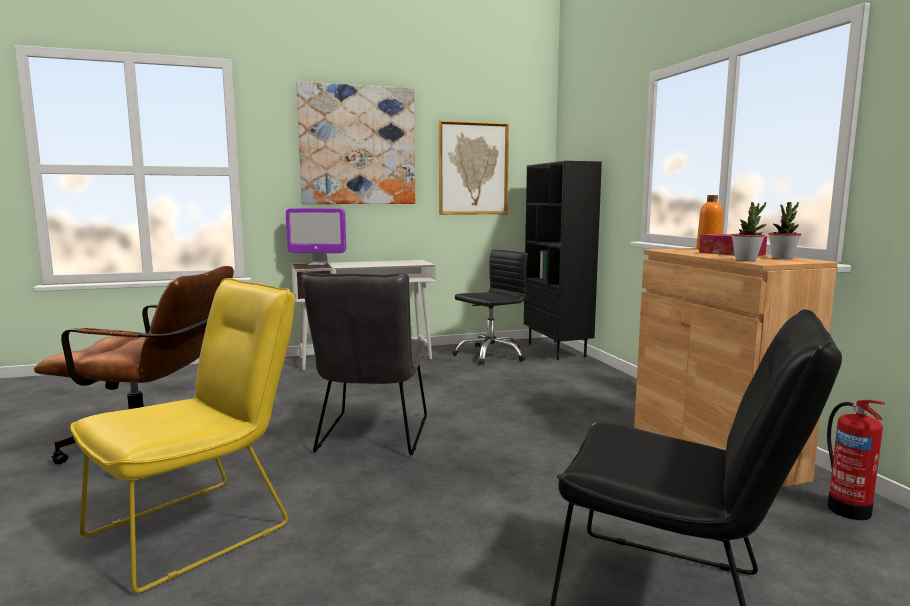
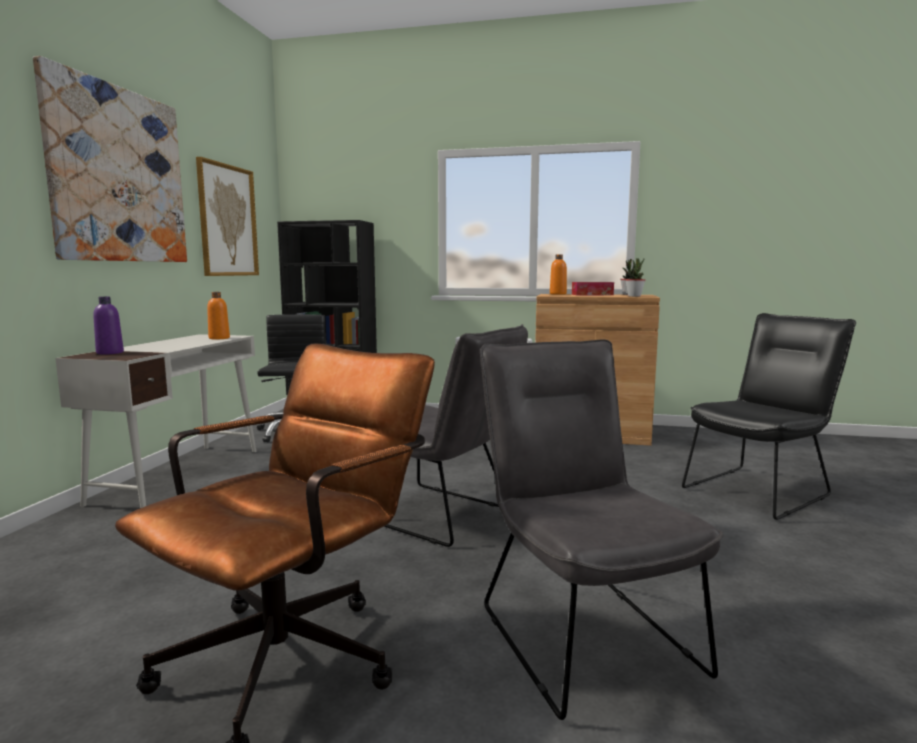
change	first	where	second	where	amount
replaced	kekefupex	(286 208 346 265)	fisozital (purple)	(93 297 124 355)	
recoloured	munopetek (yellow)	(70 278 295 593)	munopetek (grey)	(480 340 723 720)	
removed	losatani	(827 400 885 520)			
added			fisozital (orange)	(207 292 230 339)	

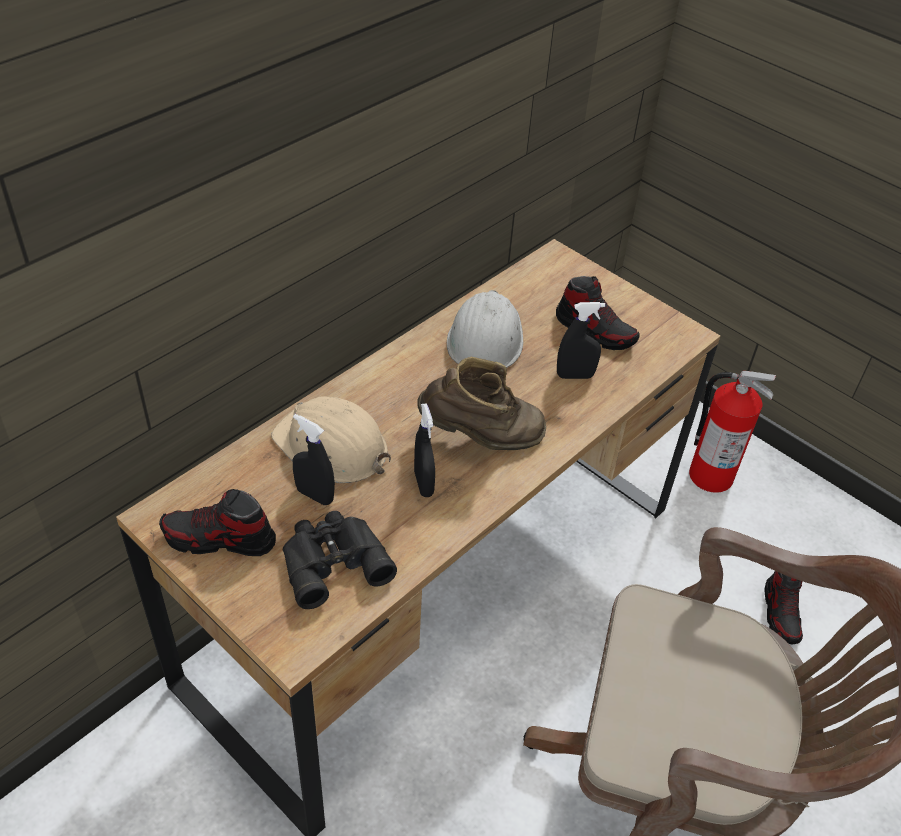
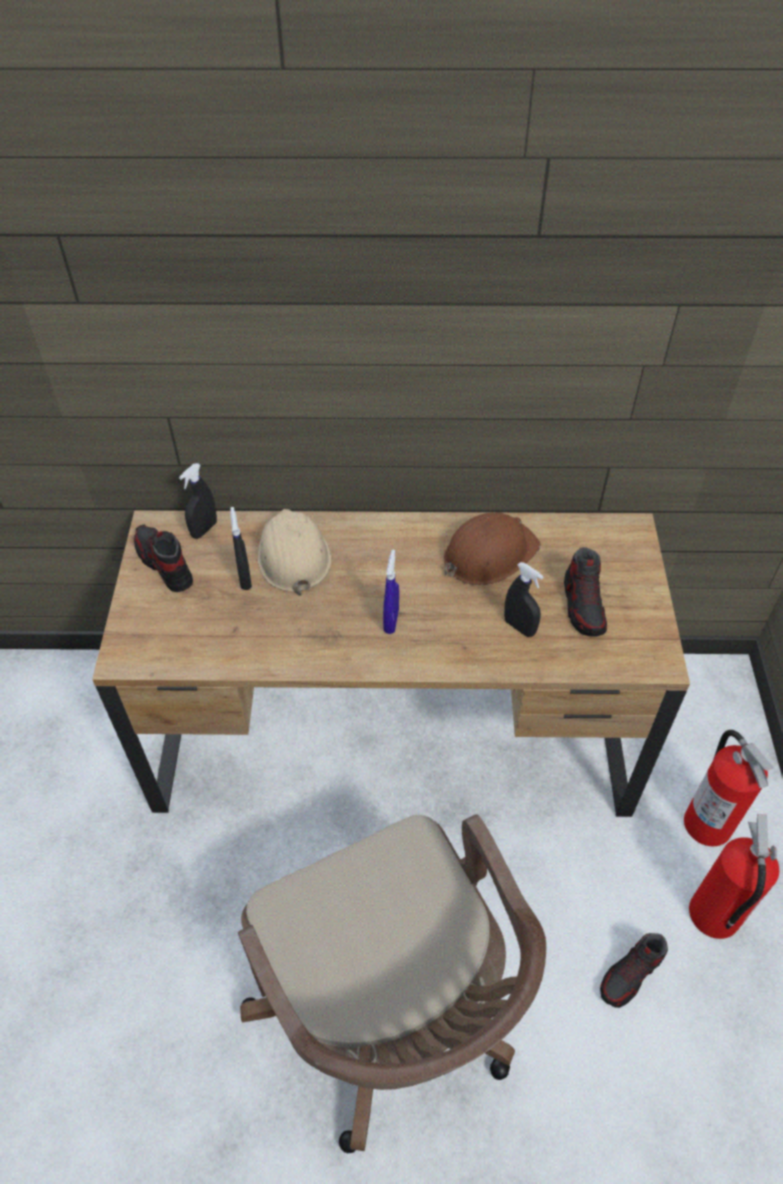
change	first	where	second	where	amount
recoloured	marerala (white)	(447 290 523 368)	marerala (brown)	(444 512 541 585)	
replaced	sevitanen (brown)	(418 357 546 450)	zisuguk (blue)	(383 550 399 634)	
moved	zisuguk (black)	(414 403 435 497)		(179 463 217 539)	
removed	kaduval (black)	(283 511 397 609)			
added			losatani	(689 814 779 939)	

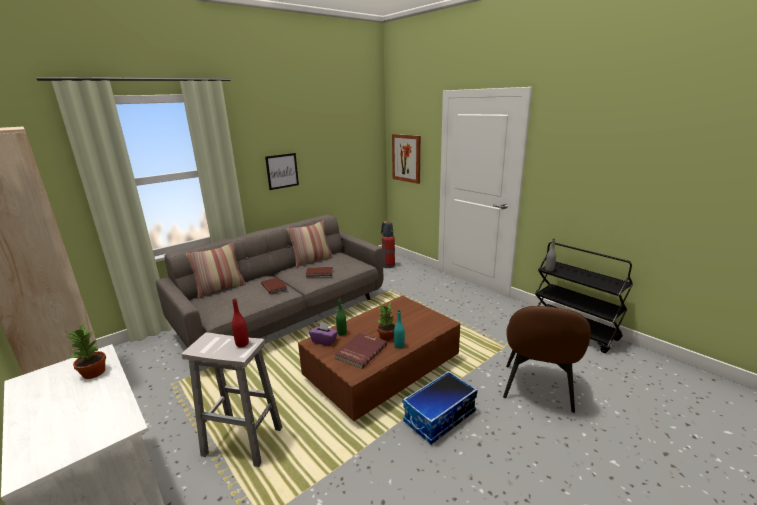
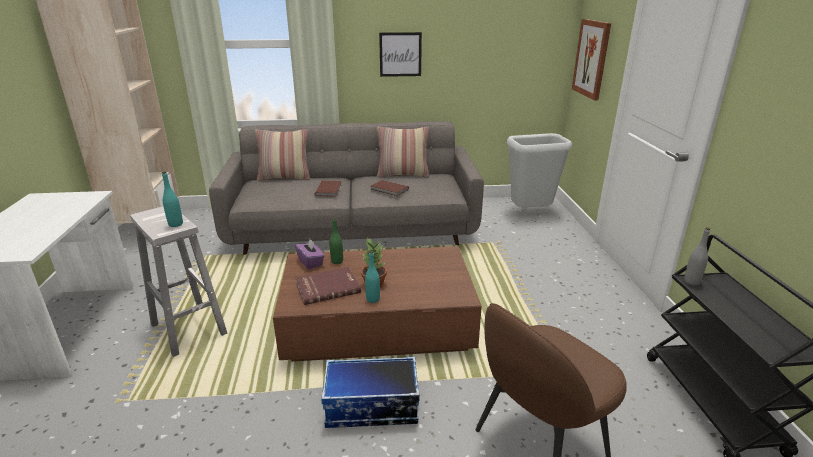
change	first	where	second	where	amount
replaced	losatani	(381 221 395 268)	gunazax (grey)	(507 133 572 208)	
recoloured	fisozital (red)	(232 298 249 347)	fisozital (turquoise)	(162 171 183 227)	
removed	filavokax	(65 323 106 379)			

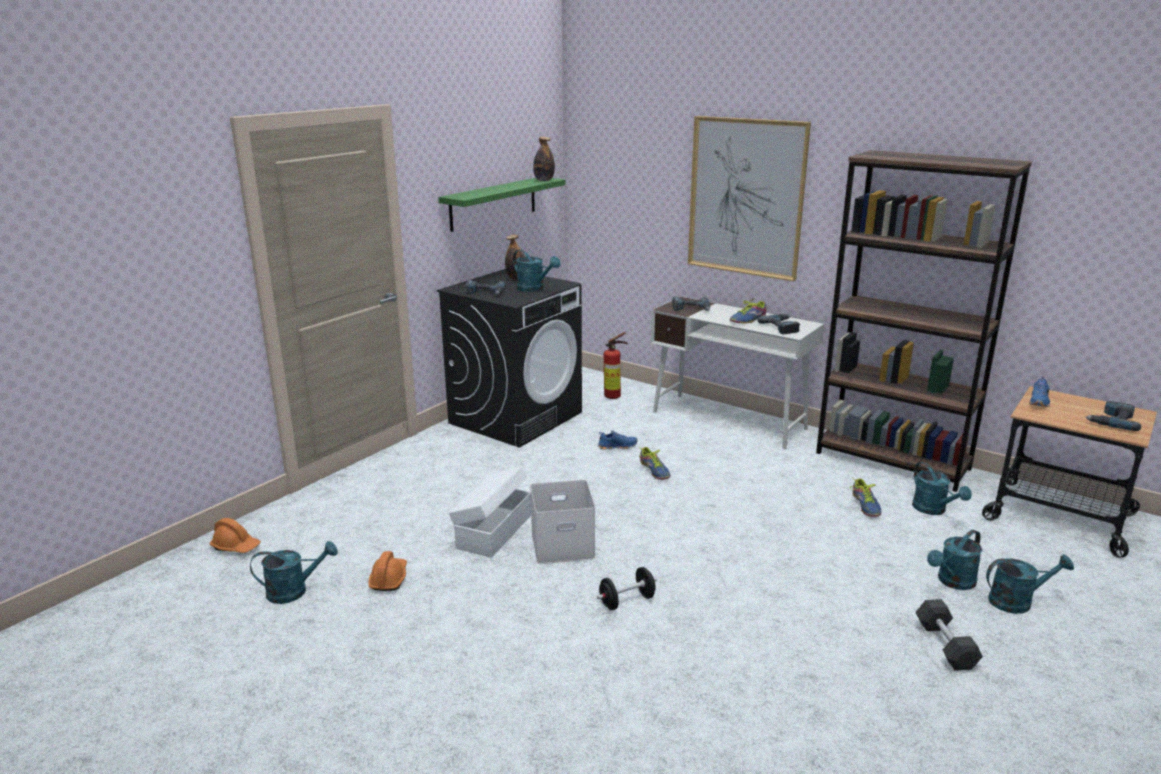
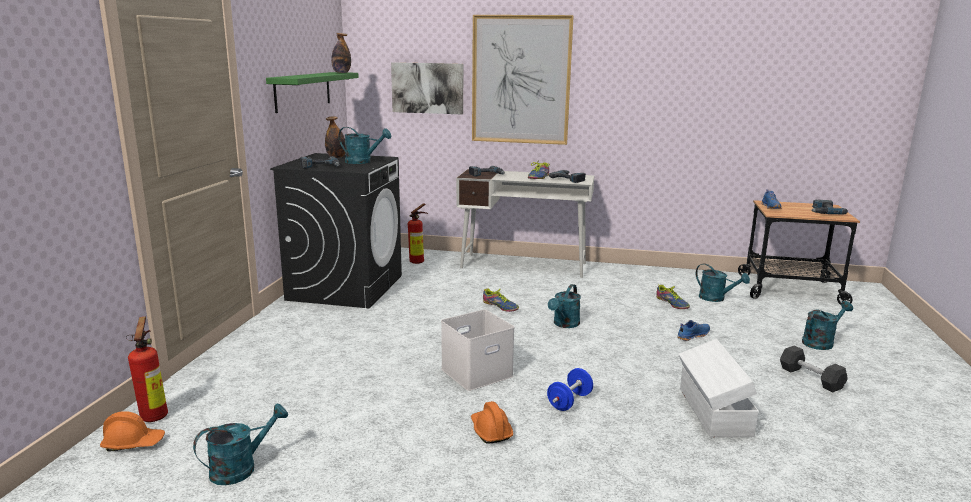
change	first	where	second	where	amount
removed	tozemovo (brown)	(816 150 1032 492)			
moved	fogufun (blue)	(598 430 638 450)		(677 320 710 341)	
moved	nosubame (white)	(449 466 531 557)		(679 339 759 437)	
moved	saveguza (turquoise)	(927 530 982 590)		(548 284 581 328)	
moved	marerala (orange)	(368 551 407 591)		(471 401 513 444)	
recoloured	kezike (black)	(597 567 657 610)	kezike (blue)	(547 368 593 411)	
added			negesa	(391 62 463 114)	
added			losatani	(126 317 168 422)	

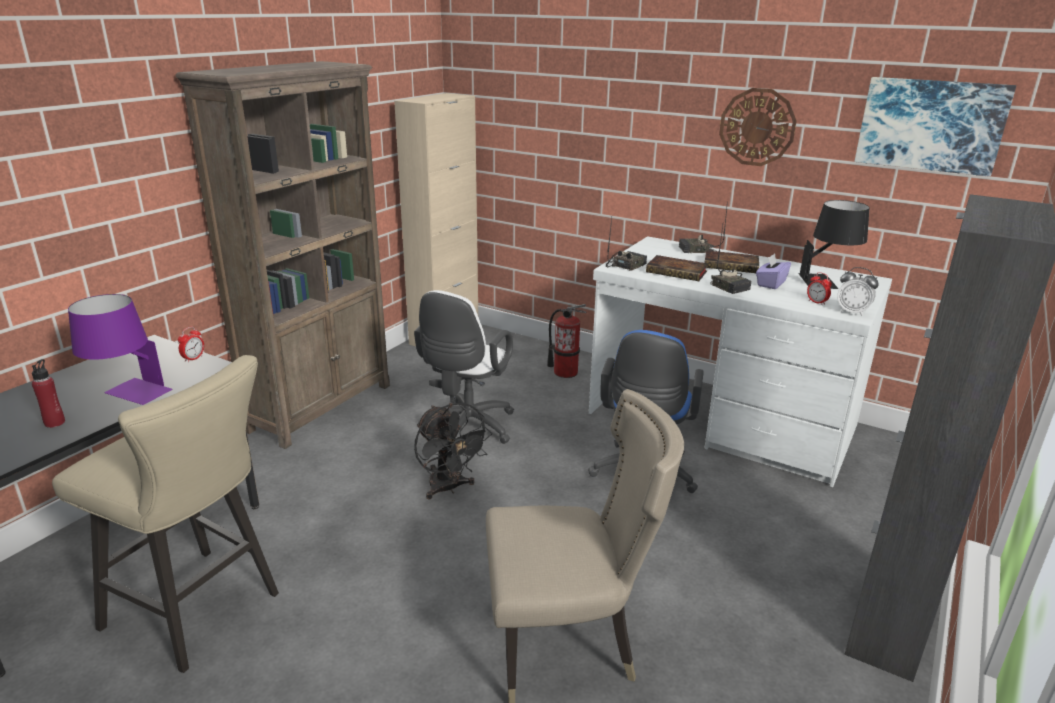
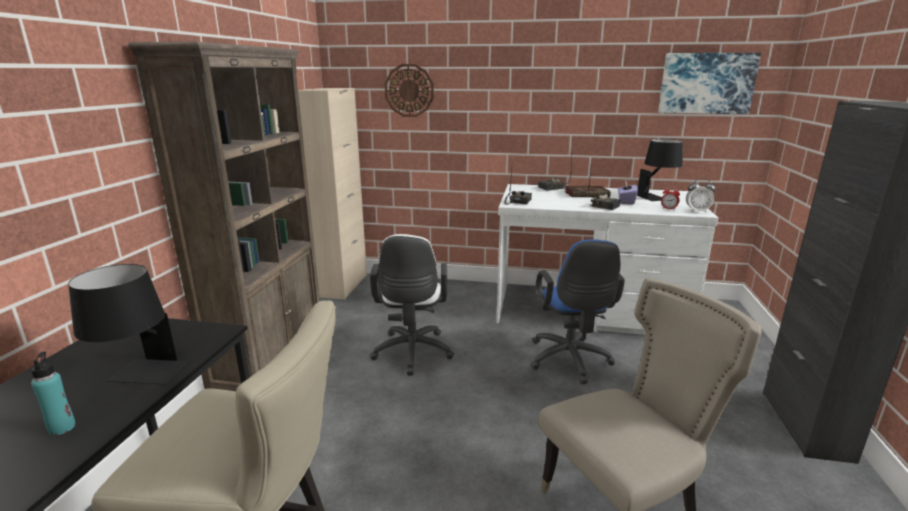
change	first	where	second	where	amount
moved	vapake	(719 88 797 166)		(385 64 434 117)	
removed	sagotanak	(646 255 708 281)			
recoloured	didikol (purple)	(68 294 173 405)	didikol (black)	(68 264 189 384)	
removed	losatani	(547 304 586 378)			
removed	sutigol	(178 327 204 363)			
recoloured	fisozital (red)	(32 359 65 428)	fisozital (turquoise)	(31 352 75 436)	
removed	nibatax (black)	(414 403 492 500)			

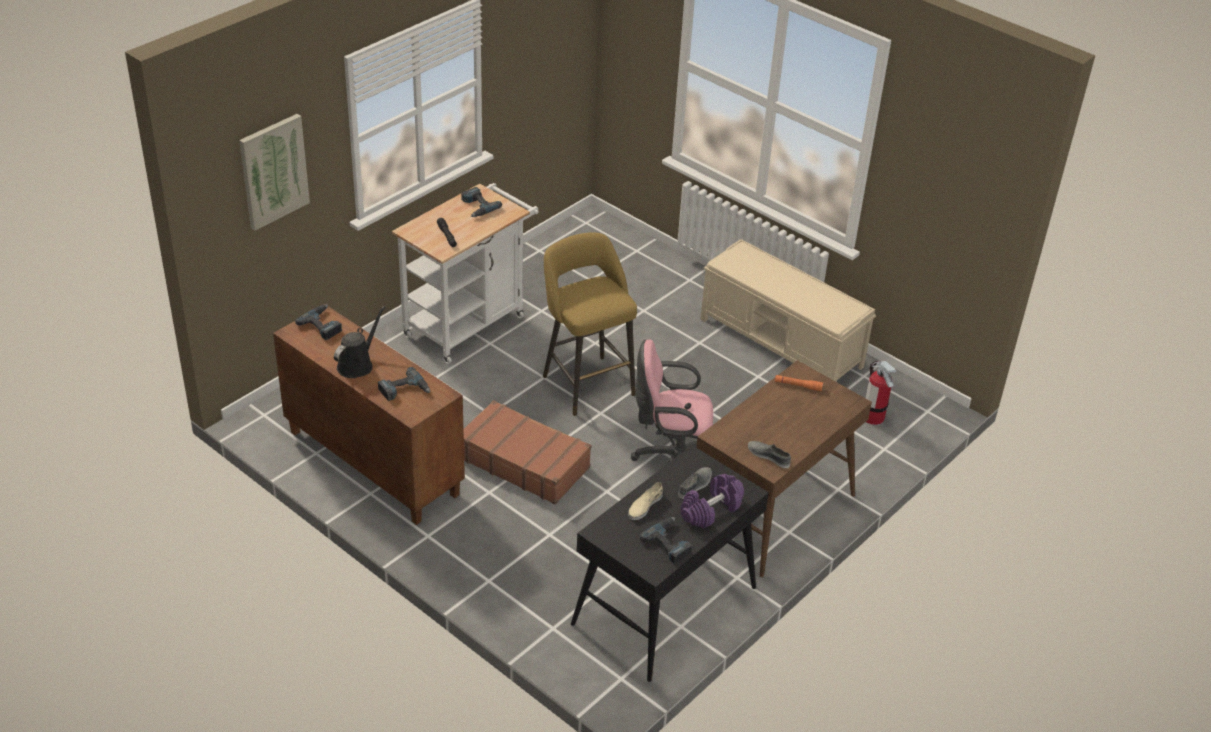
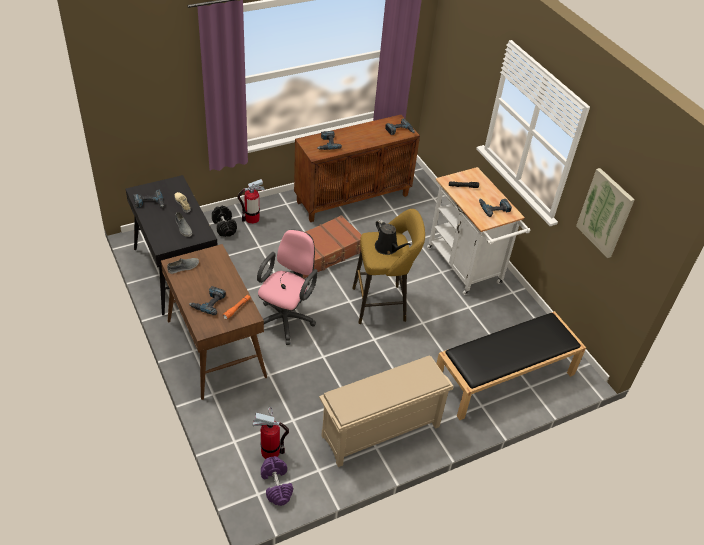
change	first	where	second	where	amount
moved	negesa	(239 114 310 231)		(576 168 635 258)	
replaced	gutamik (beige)	(700 239 876 382)	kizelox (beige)	(319 355 453 467)	
moved	saveguza (black)	(334 306 385 378)		(375 220 411 255)	
moved	kezike (purple)	(680 474 744 528)		(261 456 293 506)	
added			losatani	(238 179 265 224)	
added			kezike (black)	(212 206 237 237)	
added			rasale	(189 286 226 315)	
added			gutamik (black)	(436 311 586 420)	

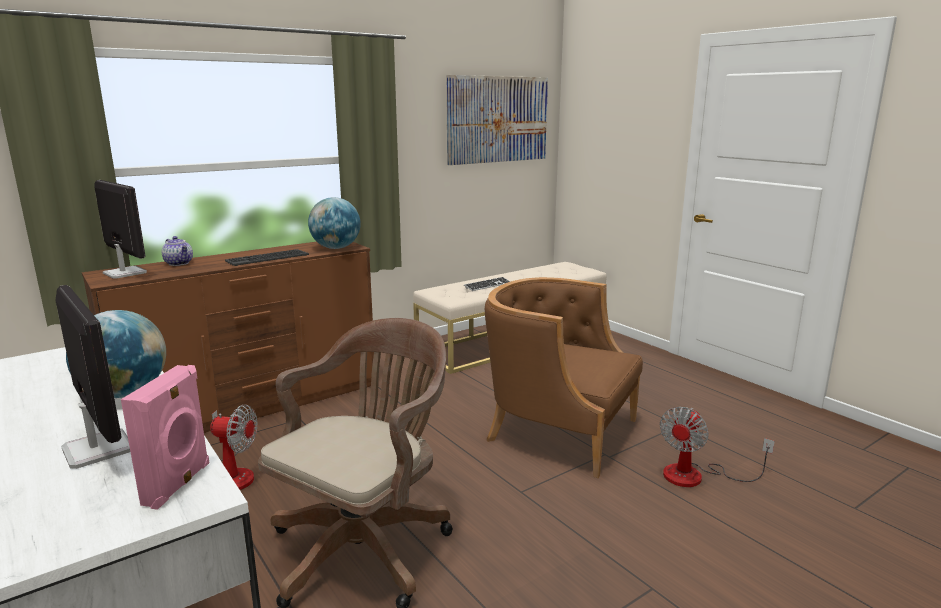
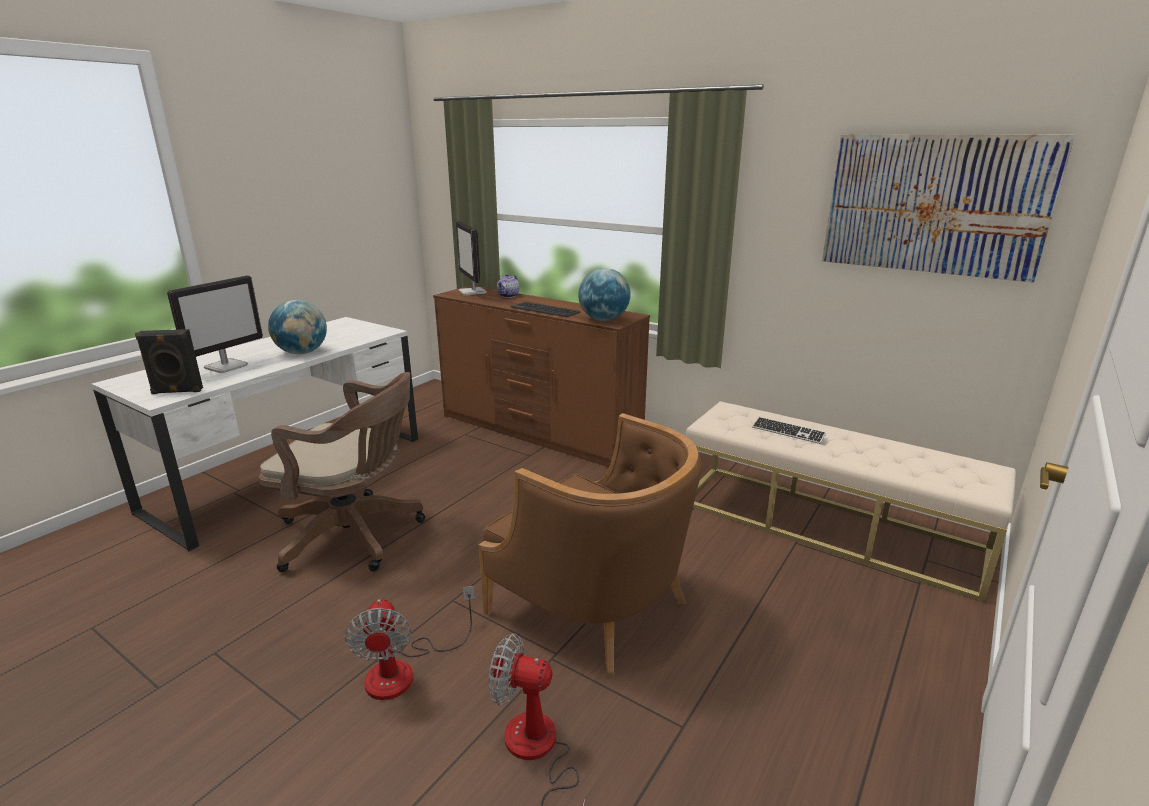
change	first	where	second	where	amount
turned	kekefupex	(94 180 147 279)		(456 221 487 295)	135 degrees clockwise
turned	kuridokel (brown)	(485 277 643 478)		(478 413 702 679)	120 degrees clockwise
recoloured	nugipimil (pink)	(121 365 210 510)	nugipimil (black)	(135 329 203 394)	
moved	nibatax	(210 404 257 490)		(345 586 475 700)	

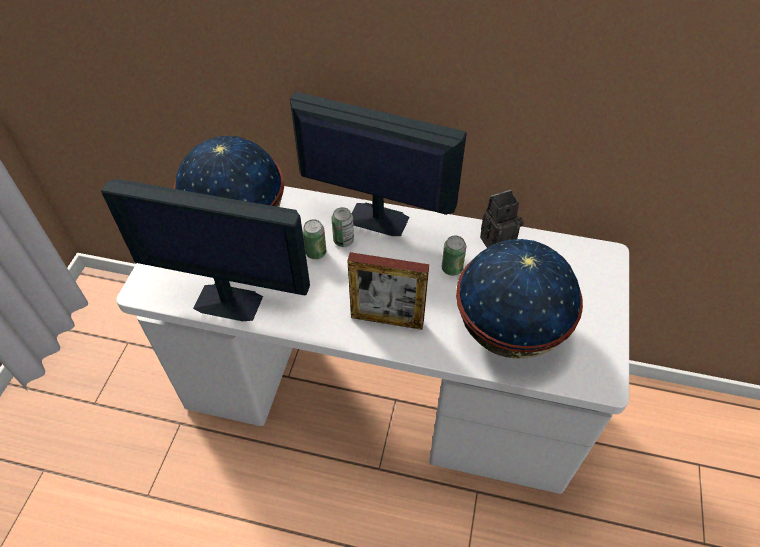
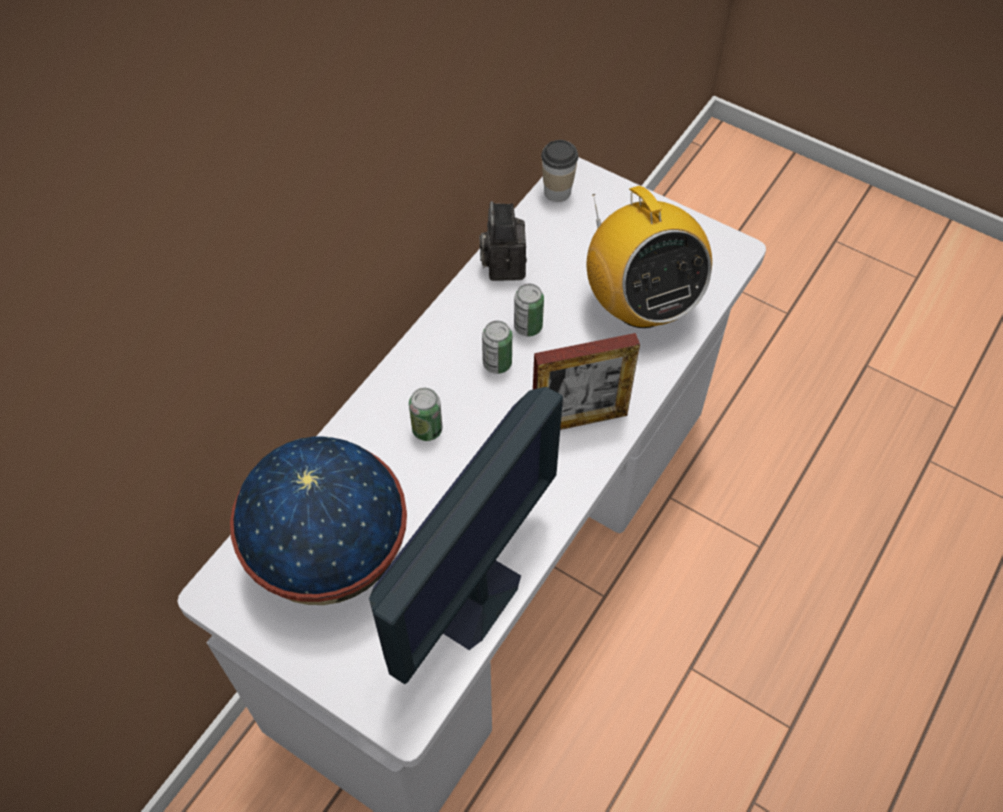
change	first	where	second	where	amount
removed	kekefupex	(290 92 467 236)			
moved	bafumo	(302 219 326 259)		(482 321 512 374)	
replaced	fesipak	(456 239 583 359)	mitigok	(587 186 712 328)	
turned	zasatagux	(347 252 429 330)		(533 333 640 430)	45 degrees clockwise
added			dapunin	(541 140 578 202)	

